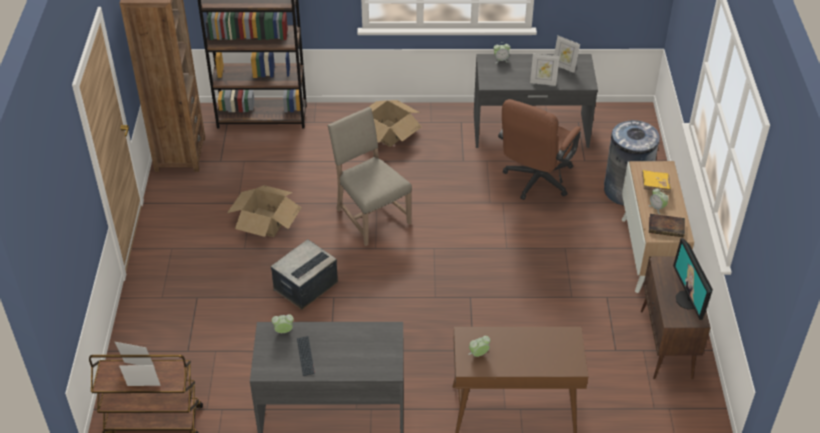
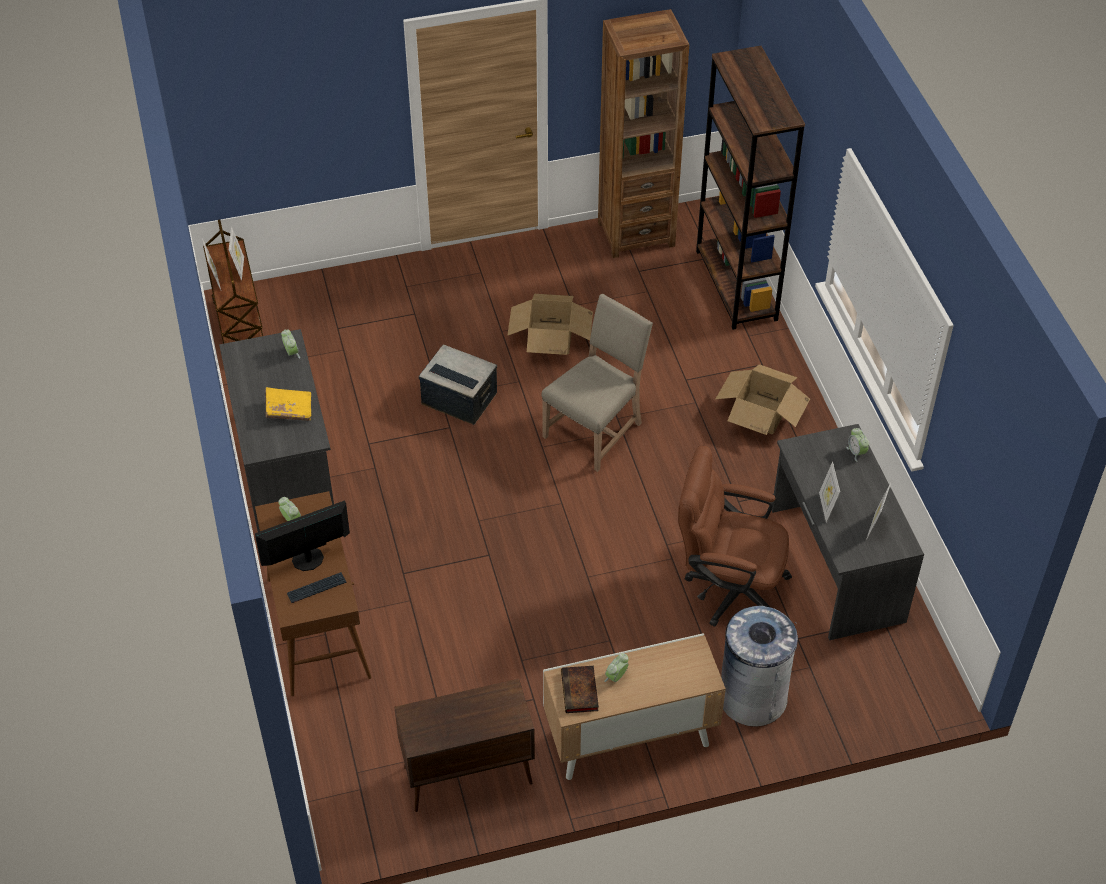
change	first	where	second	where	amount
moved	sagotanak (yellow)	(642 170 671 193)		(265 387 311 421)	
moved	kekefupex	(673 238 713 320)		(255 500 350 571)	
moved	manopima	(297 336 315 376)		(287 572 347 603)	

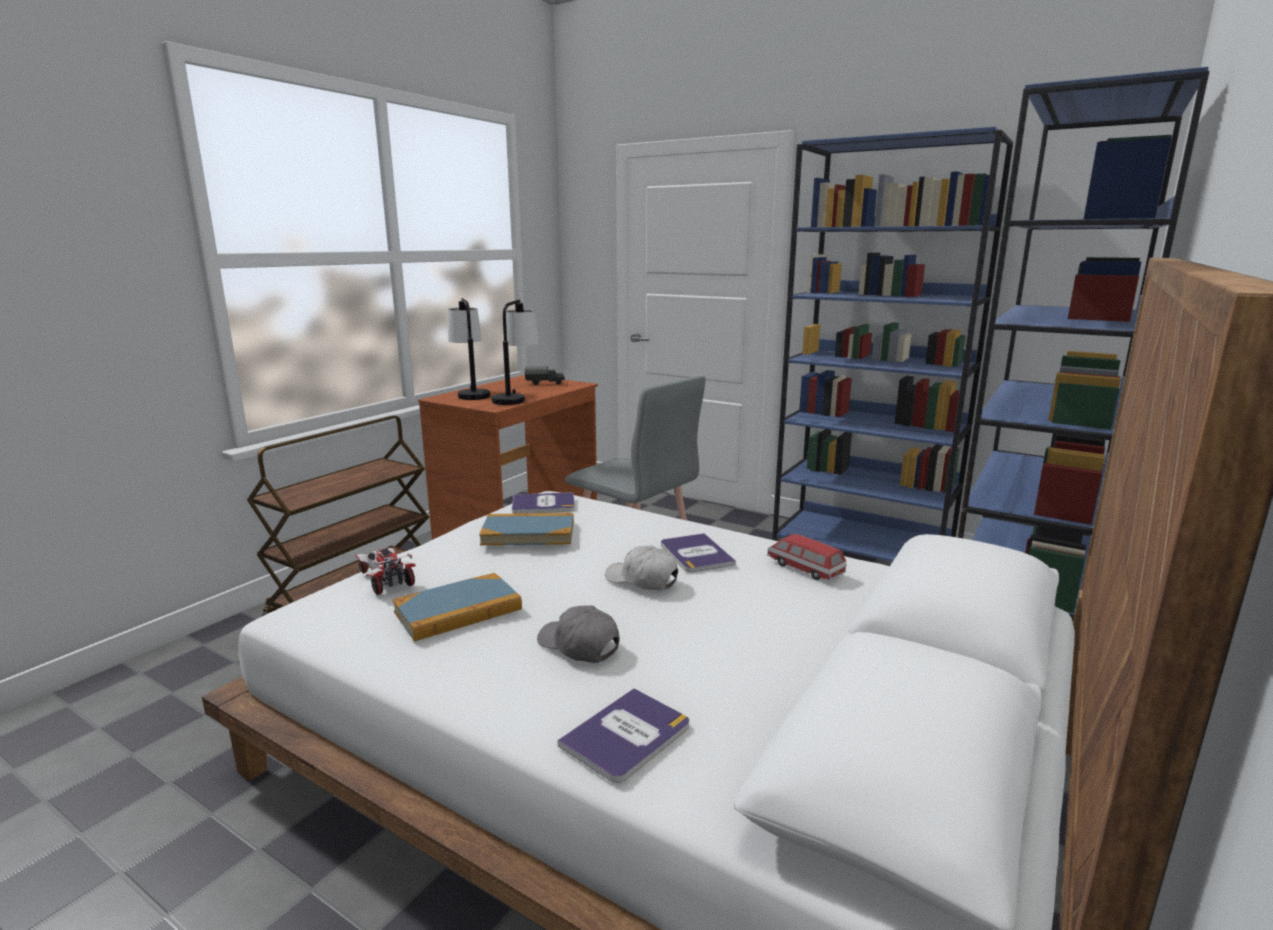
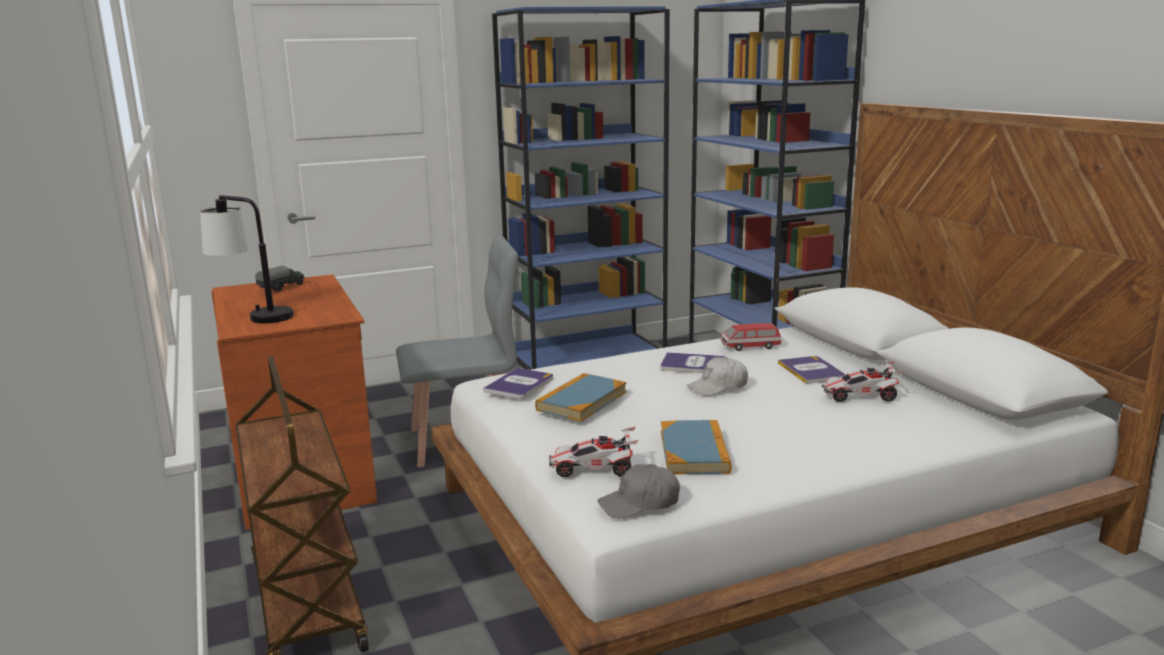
change	first	where	second	where	amount
removed	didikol	(491 300 539 405)			
moved	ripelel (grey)	(537 605 620 663)		(598 464 680 519)	
moved	sagotanak	(557 688 689 783)		(778 356 845 384)	
added			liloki	(822 361 904 402)	

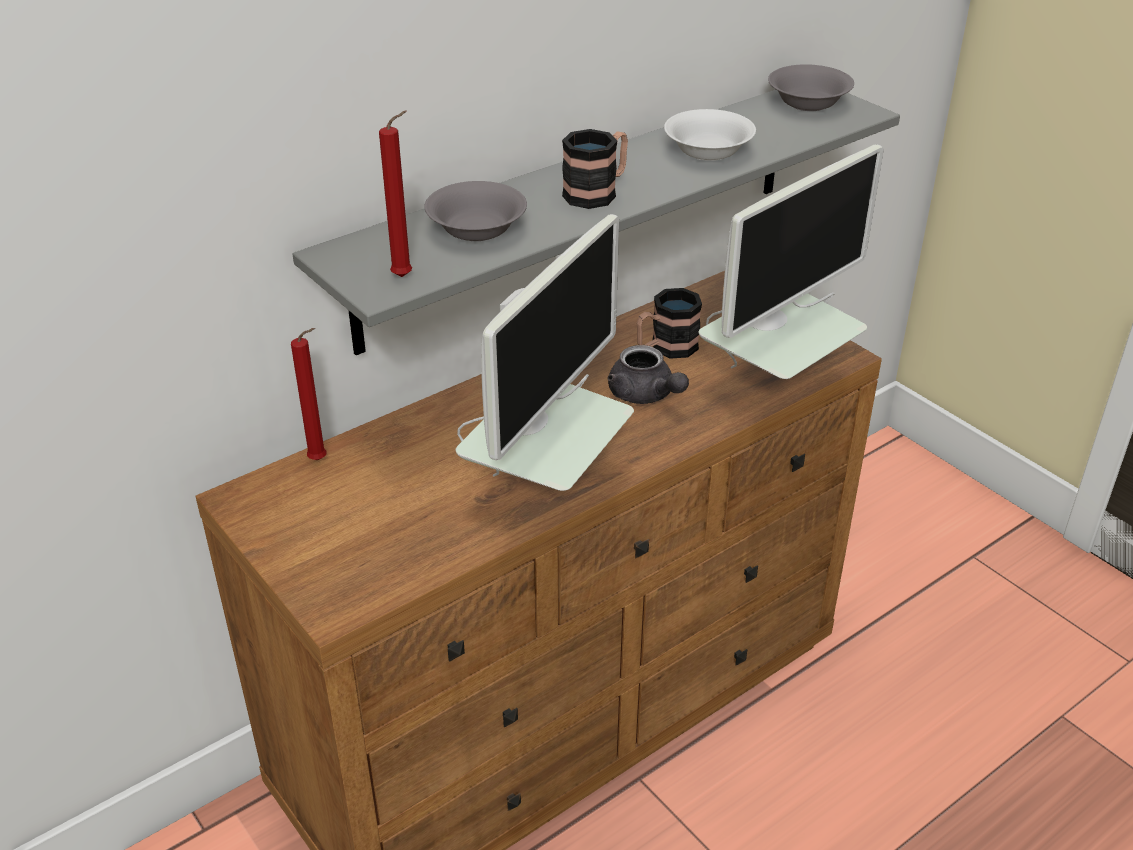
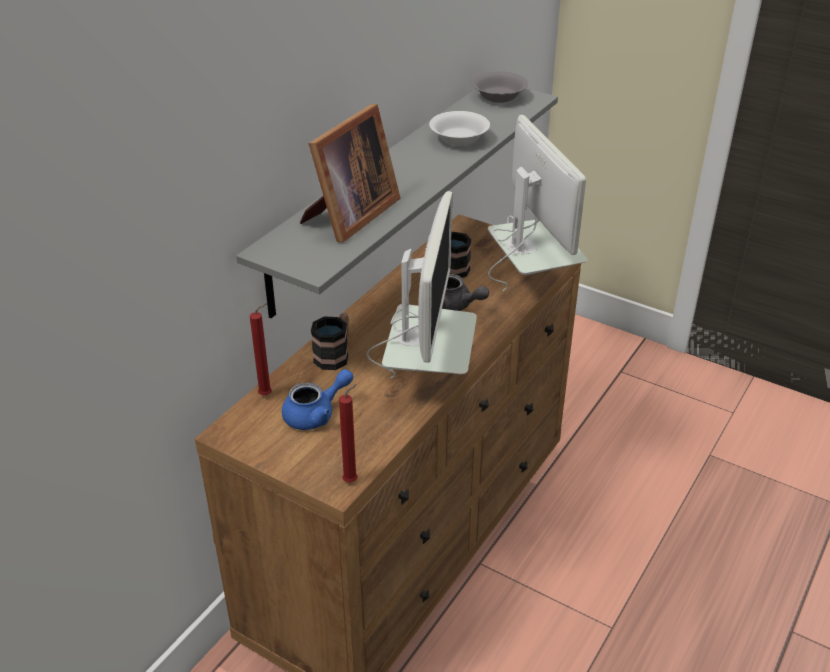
change	first	where	second	where	amount
moved	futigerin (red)	(379 110 412 277)		(339 384 358 483)	
moved	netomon	(562 129 628 209)		(311 313 349 370)	
turned	kekefupex	(699 144 884 379)		(488 115 588 291)	45 degrees counterclockwise
replaced	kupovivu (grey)	(424 181 527 241)	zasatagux	(300 104 400 242)	
added			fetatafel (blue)	(282 369 353 430)	

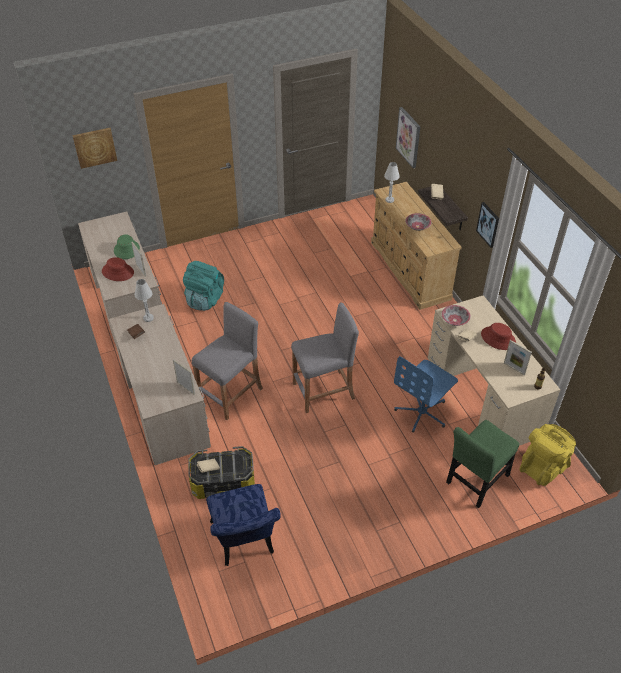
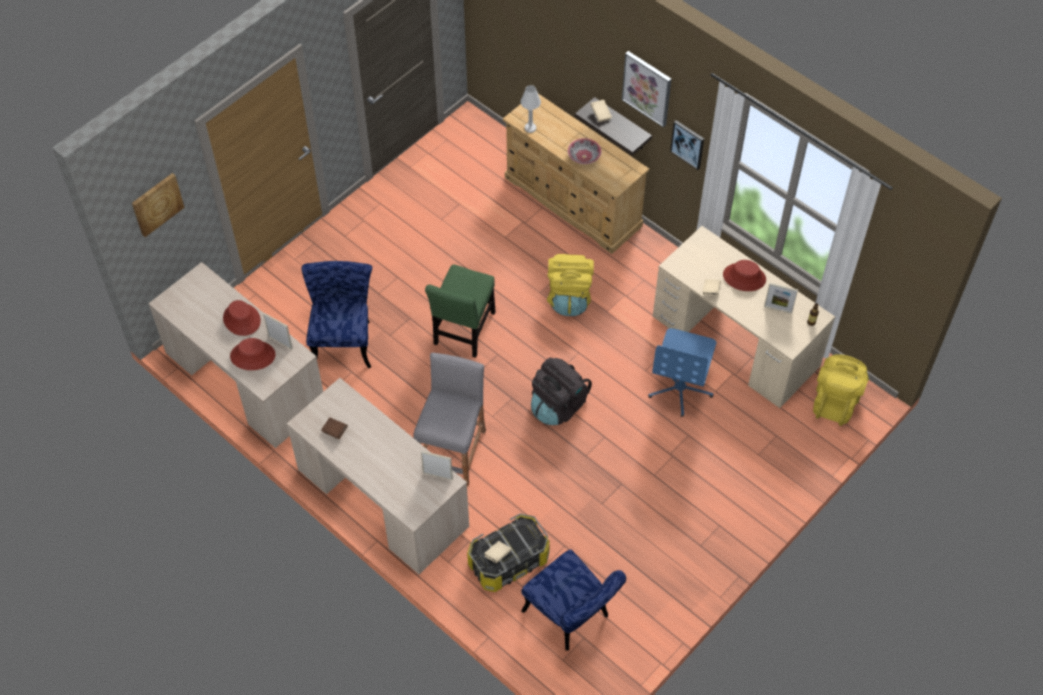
change	first	where	second	where	amount
moved	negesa	(396 107 421 168)		(622 51 672 127)	
recoloured	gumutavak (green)	(114 234 140 259)	gumutavak (red)	(223 300 261 336)	
replaced	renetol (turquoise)	(183 261 224 311)	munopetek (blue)	(301 261 372 368)	
removed	didikol (white)	(135 279 154 322)			
replaced	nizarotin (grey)	(291 302 359 413)	renetol (black)	(531 358 592 425)	
removed	kupovivu	(441 305 471 326)			
moved	munopetek (green)	(446 420 519 508)		(425 264 496 358)	
added			renetol (yellow)	(547 254 594 316)	

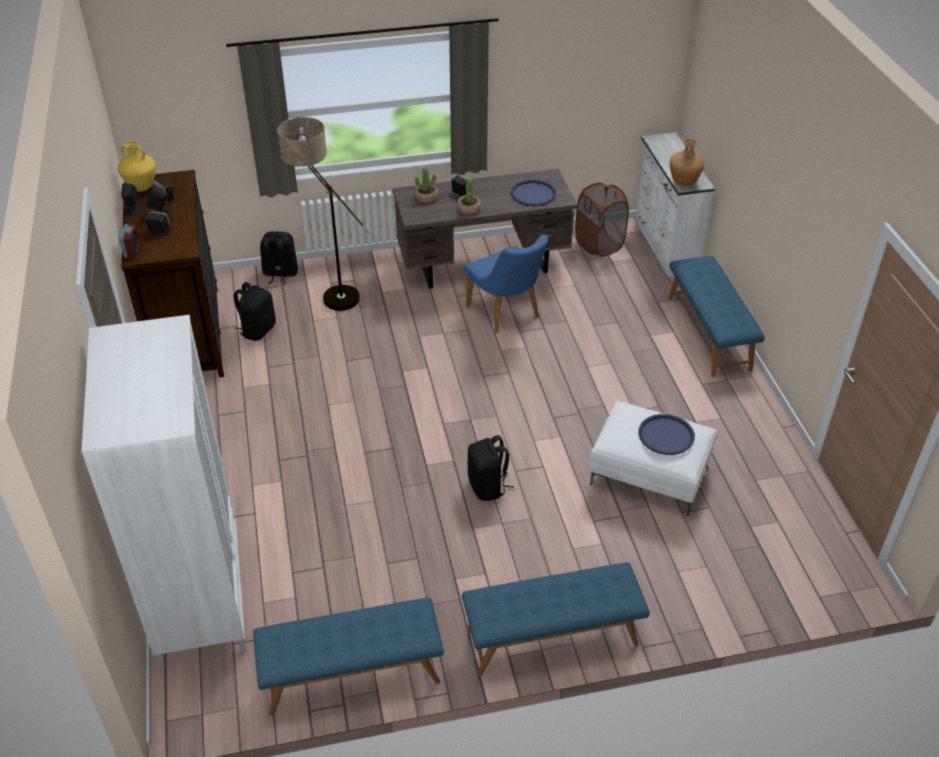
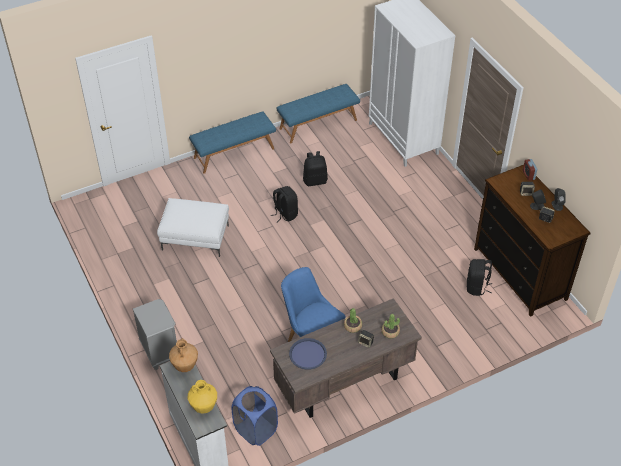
change	first	where	second	where	amount
removed	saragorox	(277 117 370 311)			
moved	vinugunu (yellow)	(118 141 156 192)		(188 380 217 413)	
recoloured	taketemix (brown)	(575 183 629 257)	taketemix (blue)	(232 386 278 446)	
moved	renetol (black)	(260 231 298 285)		(303 151 328 186)	
replaced	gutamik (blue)	(668 256 765 377)	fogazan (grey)	(133 299 177 370)	
removed	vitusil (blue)	(638 414 695 455)			

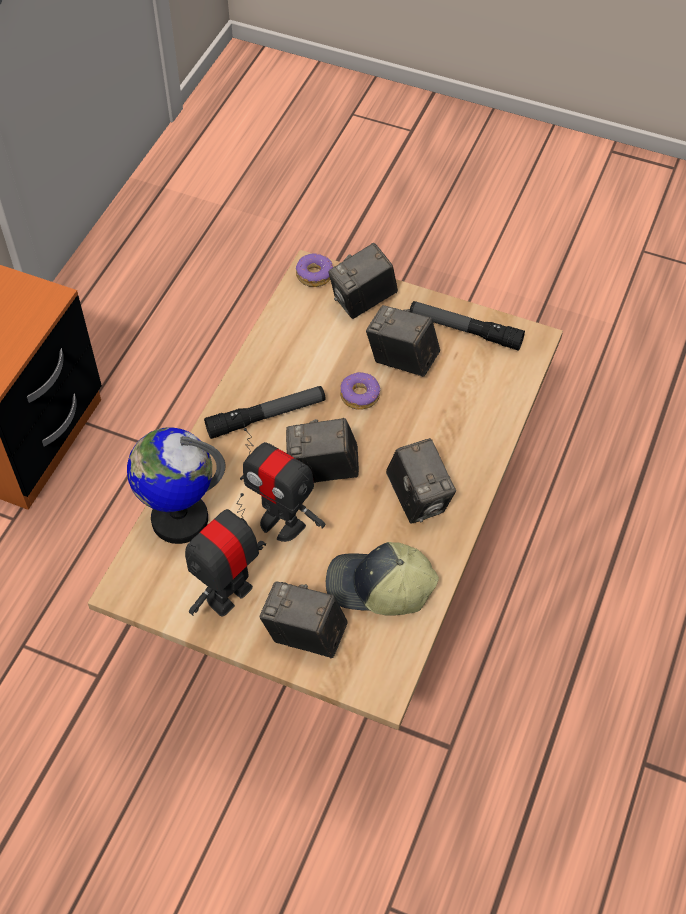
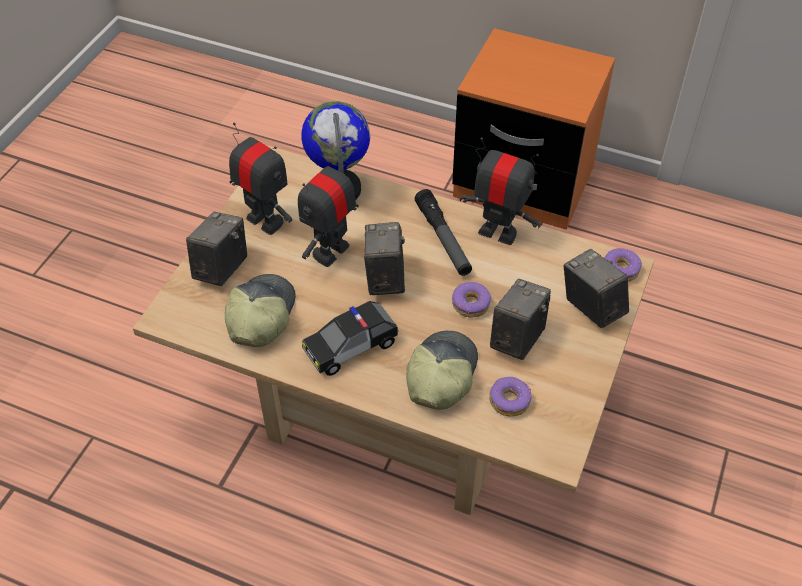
change	first	where	second	where	amount
removed	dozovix	(410 301 525 351)			
replaced	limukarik	(386 438 456 524)	liloki	(302 301 399 376)	
added			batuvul	(460 137 541 245)	
added			ripelel	(406 330 478 411)	
added			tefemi	(489 377 532 417)	

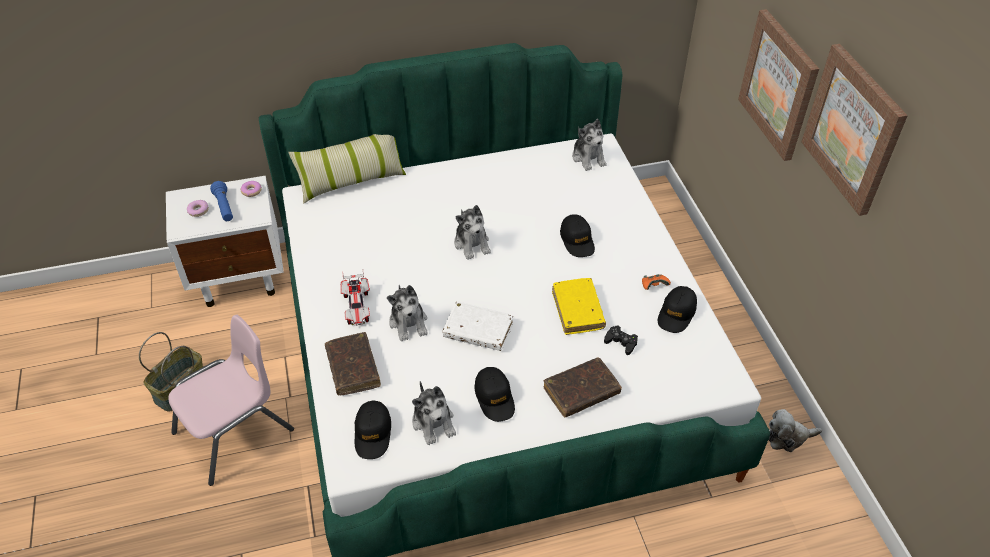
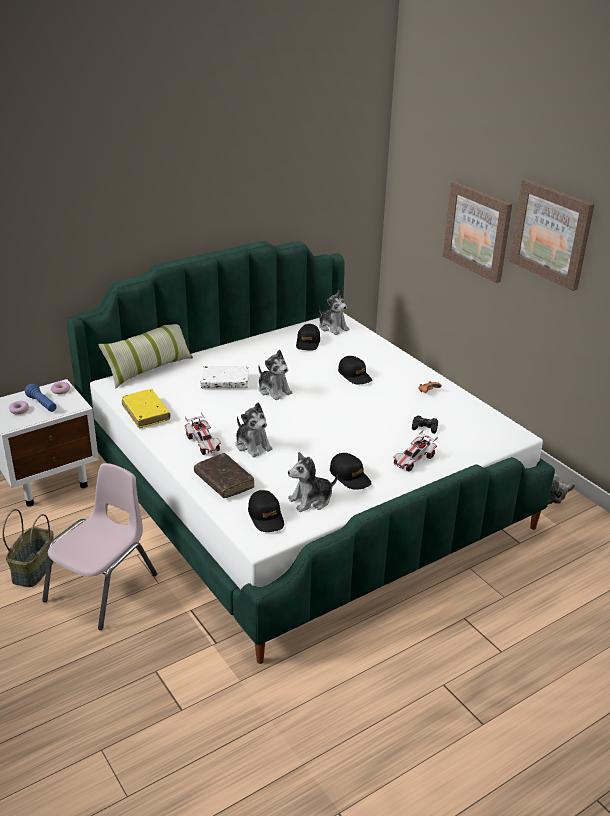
change	first	where	second	where	amount
moved	sagotanak (yellow)	(552 278 606 335)		(122 389 171 428)	
moved	ripelel (black)	(658 286 697 333)		(296 324 320 351)	
moved	sagotanak (white)	(443 301 513 351)		(201 366 249 389)	
replaced	sagotanak (brown)	(544 357 622 417)	liloki	(394 430 438 471)	
turned	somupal	(412 381 456 445)		(288 452 338 512)	105 degrees clockwise

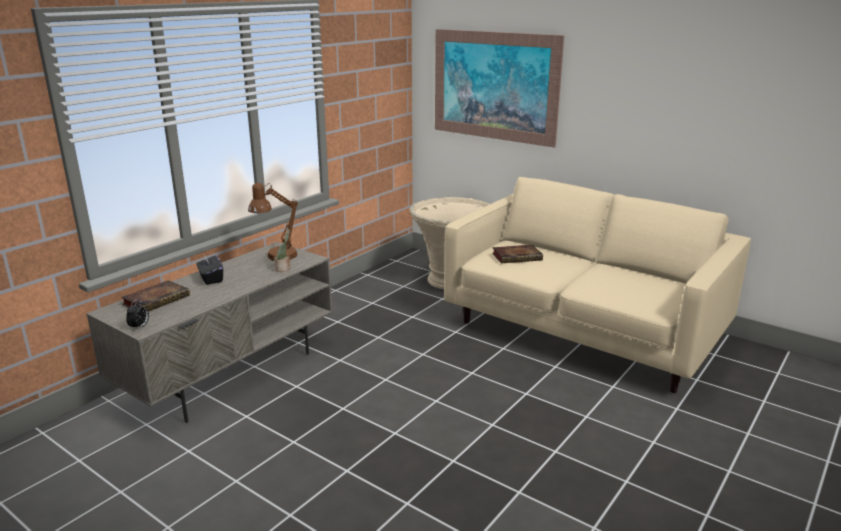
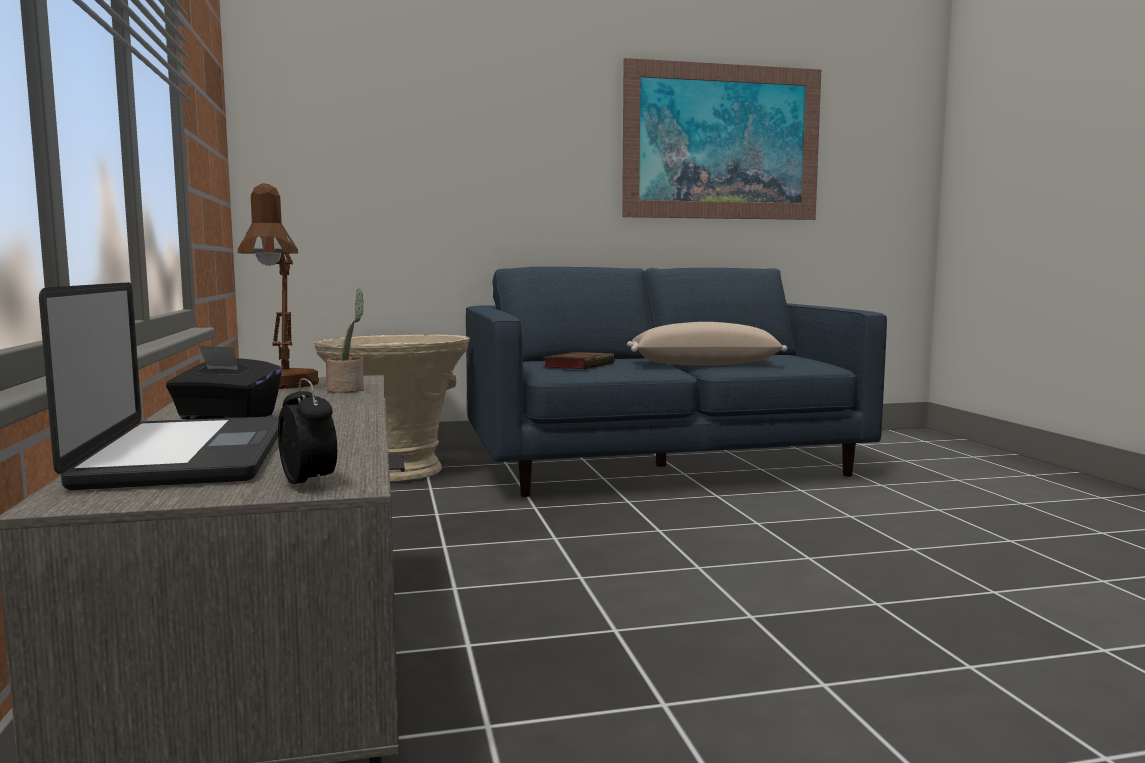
change	first	where	second	where	amount
moved	negesa	(435 29 564 148)		(622 58 821 220)	
recoloured	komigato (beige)	(444 177 751 393)	komigato (blue)	(466 267 887 497)	
replaced	sagotanak	(121 281 190 311)	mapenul	(39 282 279 490)	
added			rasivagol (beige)	(627 322 788 366)	

